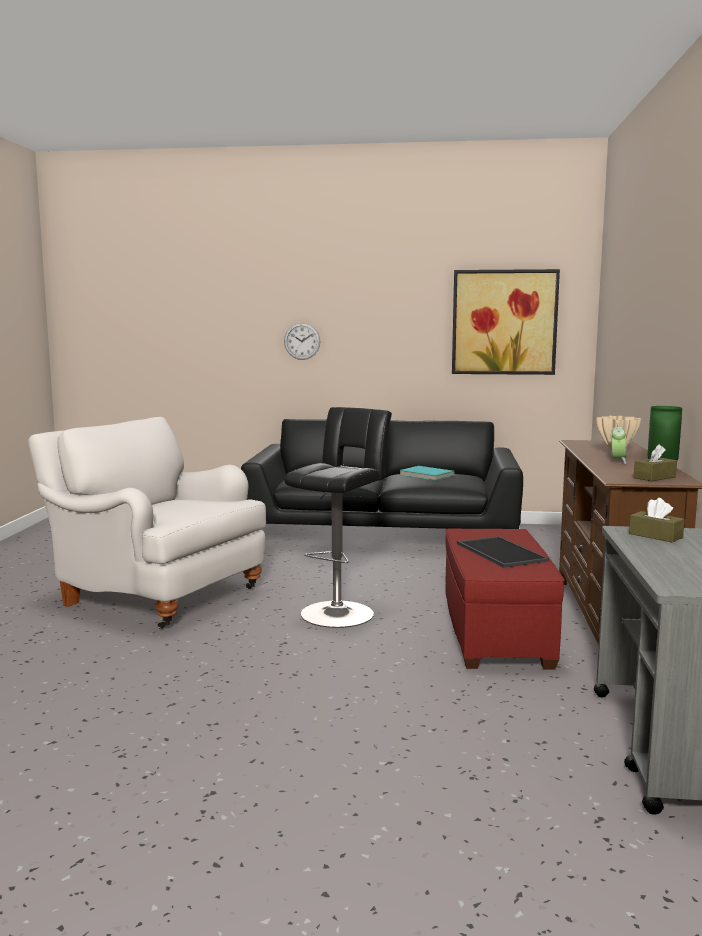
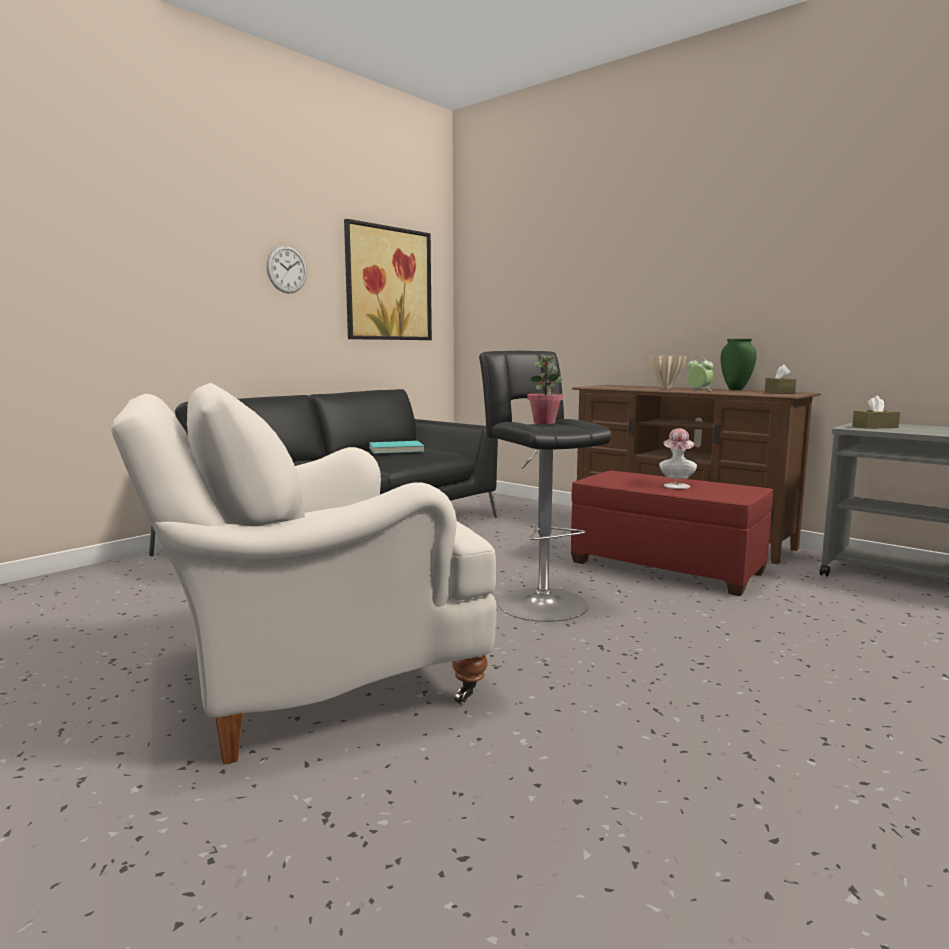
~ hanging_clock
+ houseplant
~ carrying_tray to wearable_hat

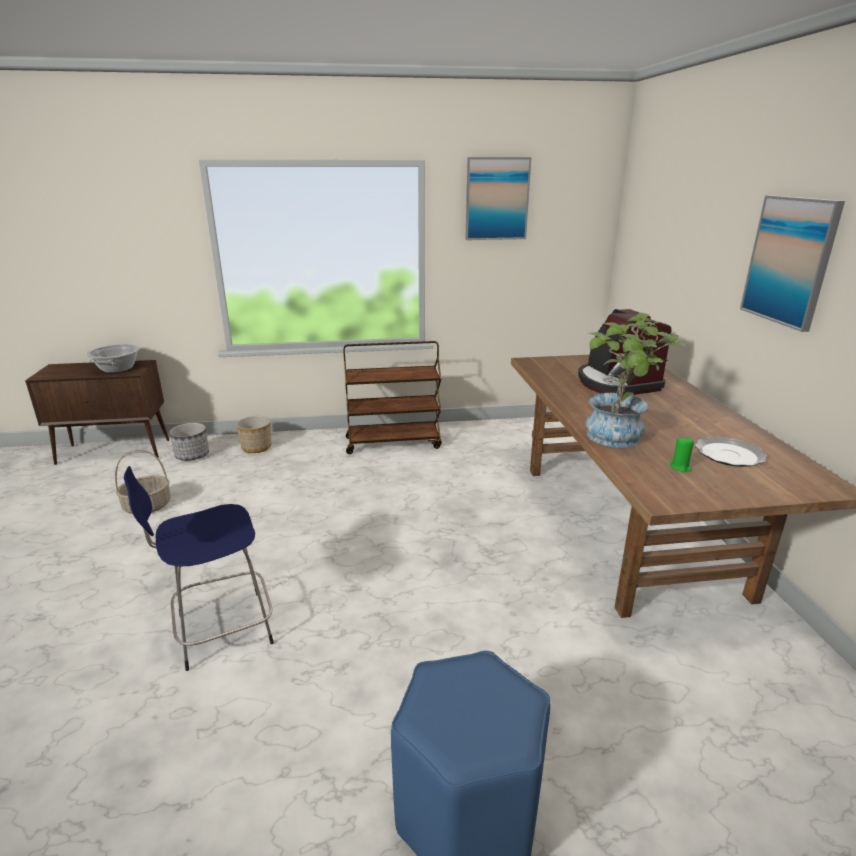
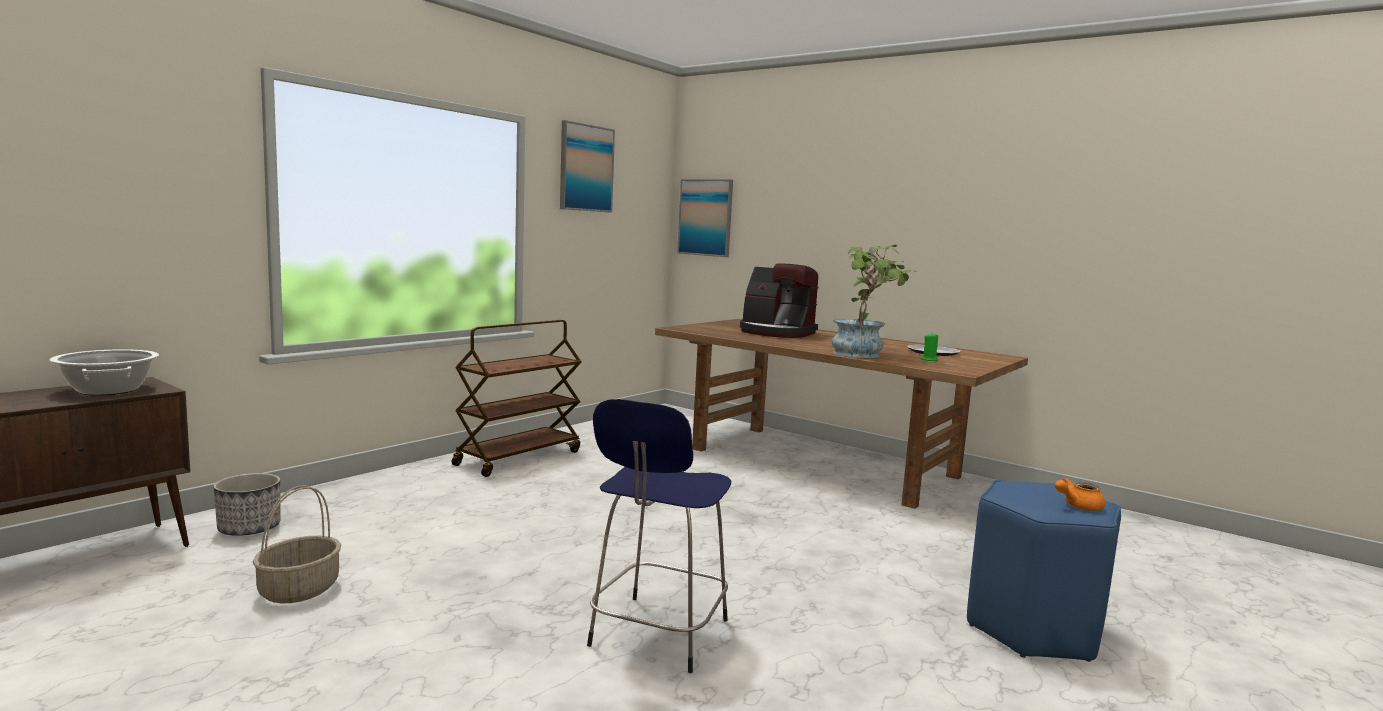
~ wall_picture (2nd from left)
+ orange_teapot
- flower_pot (2nd from left)

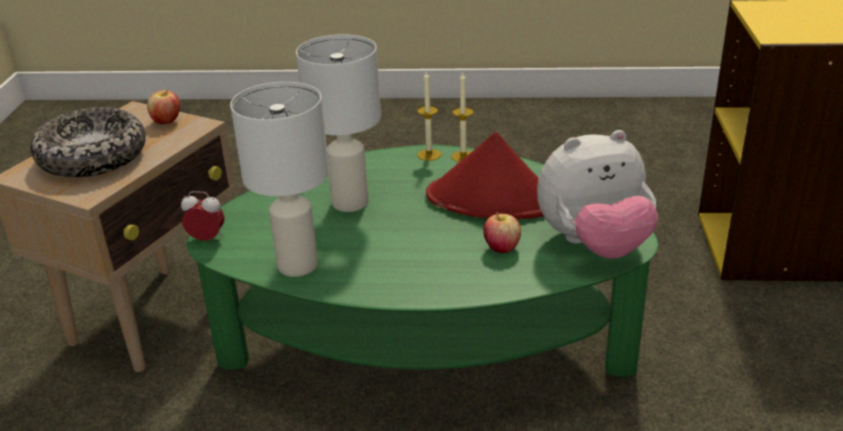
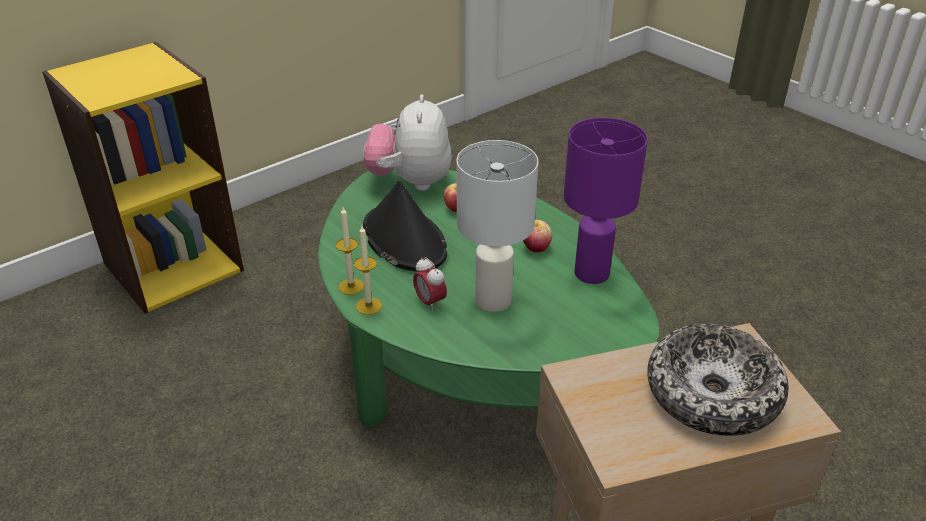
~ cuddly_toy 120 degrees counterclockwise
~ red-coloured_wearable_hat to black_wearable_hat
~ table_clock
~ whole_apple (1st from left in the first image) to whole_apple (2nd from left)
~ white-coloured_table_lamp (1st from left) to purplish_table_lamp

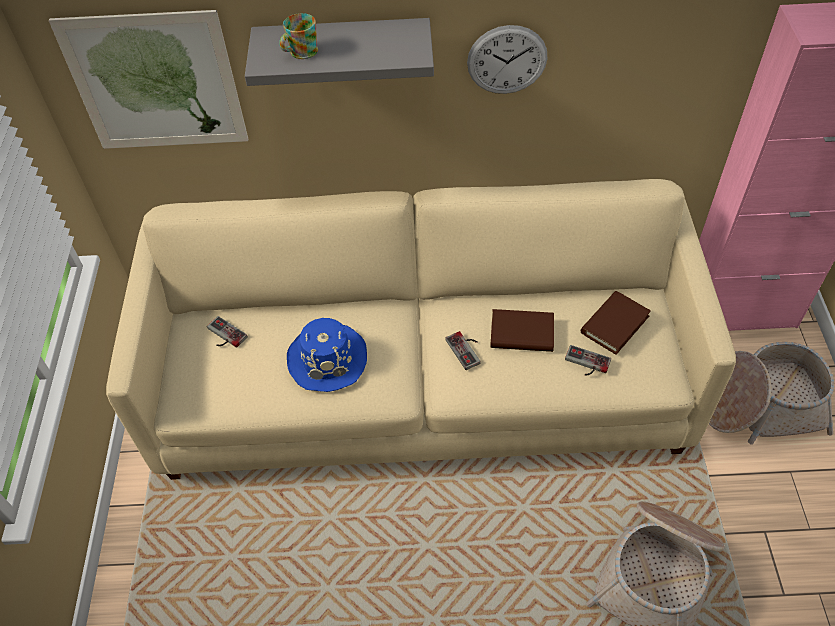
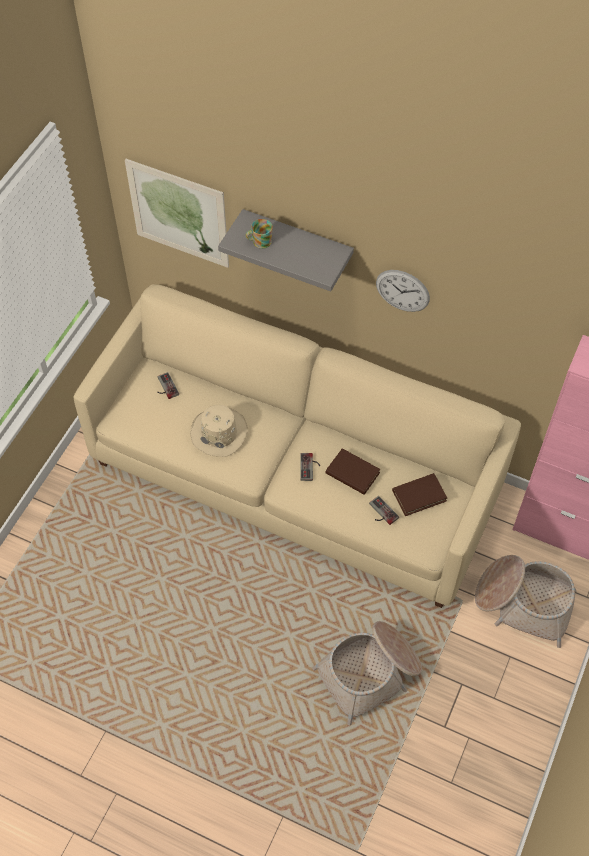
~ bluish_wearable_hat to beige-coloured_wearable_hat

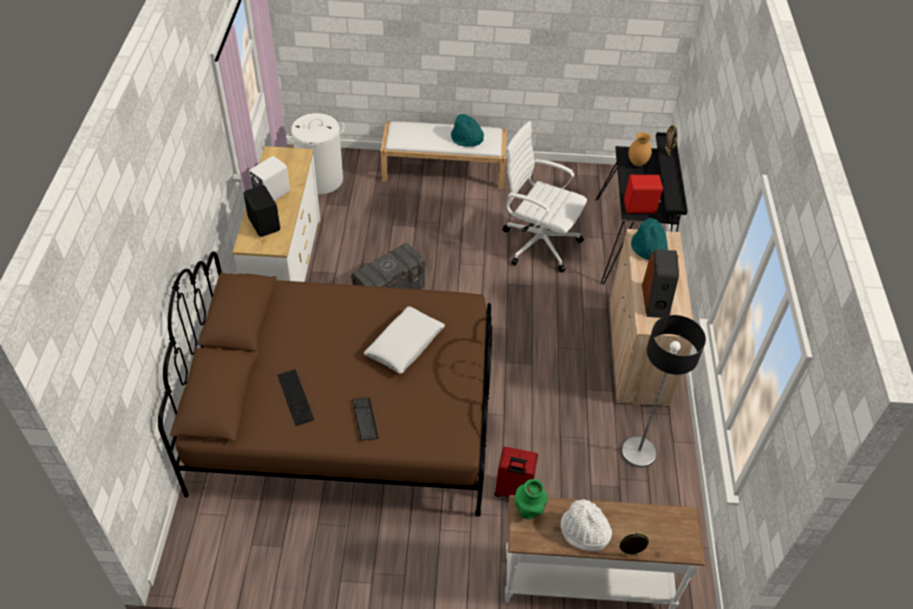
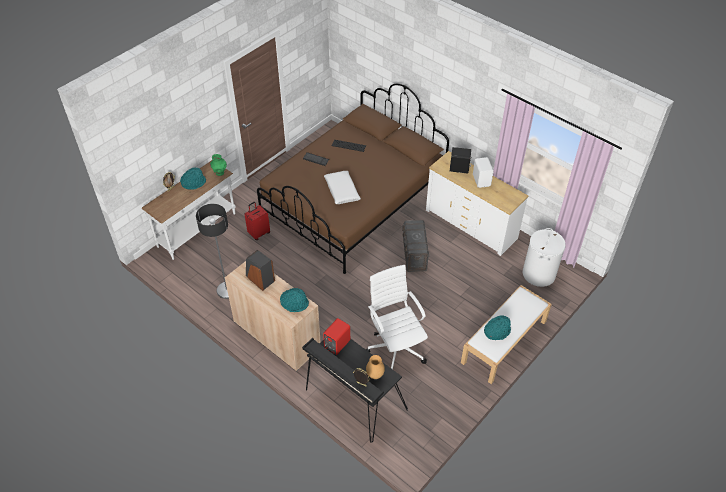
~ white-coloured_wearable_hat to turquoise_wearable_hat (1st from left)
~ white-coloured_computer_chair 90 degrees counterclockwise

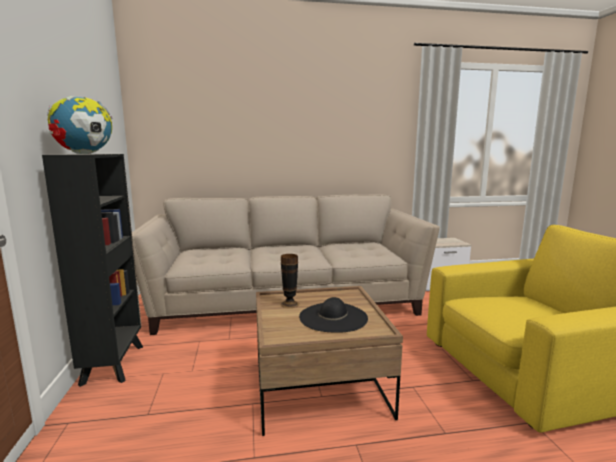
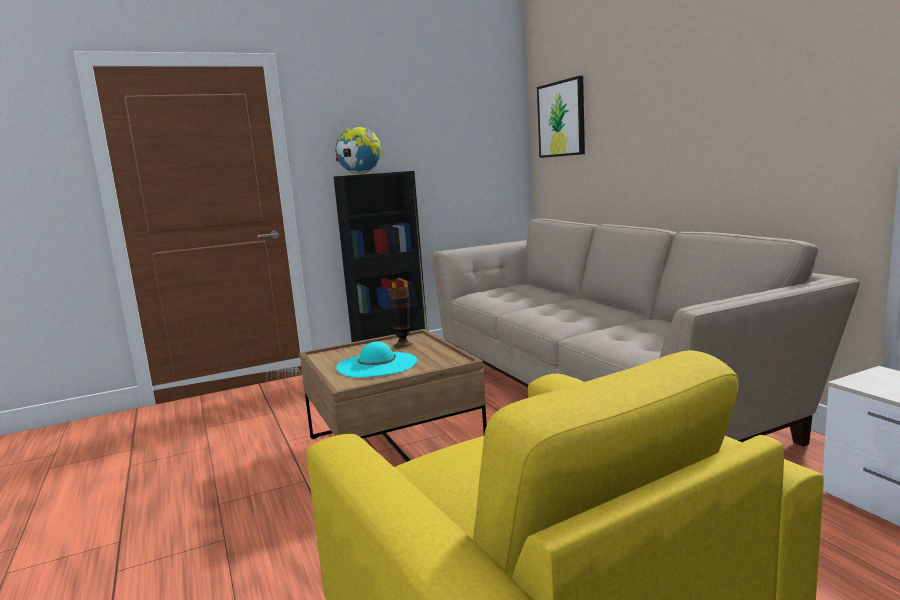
~ black_wearable_hat to turquoise_wearable_hat
+ wall_picture

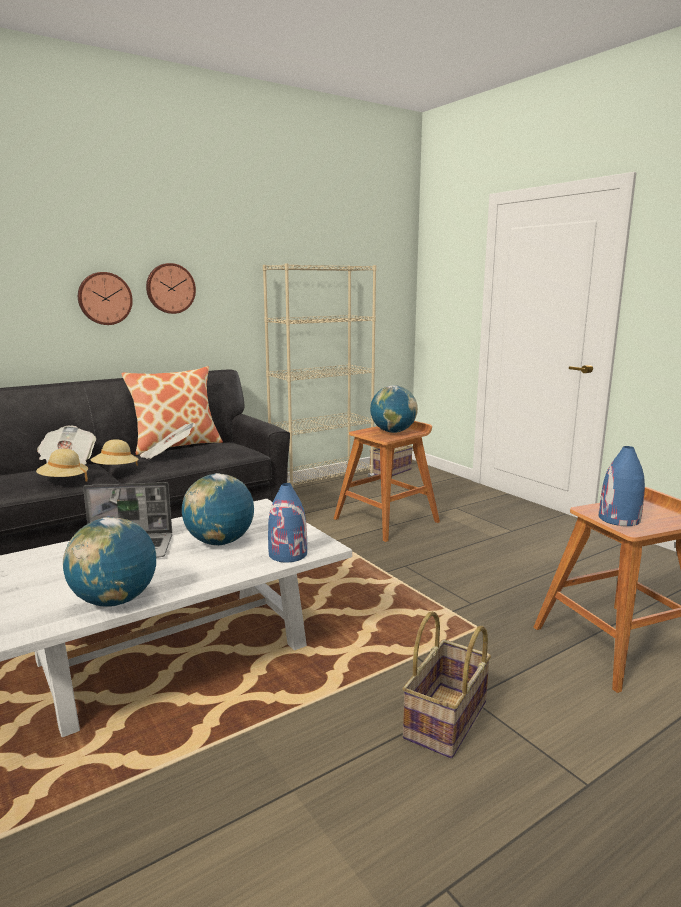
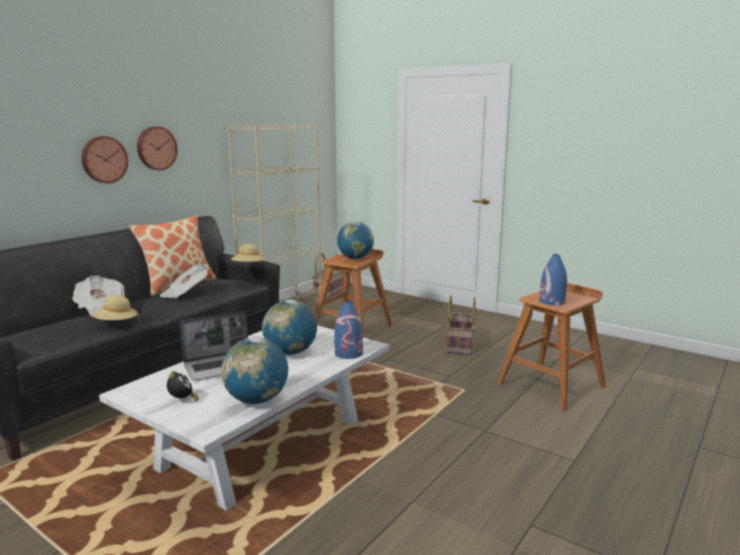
+ table_clock
~ beige-coloured_wearable_hat (2nd from left)
~ storage_basket (2nd from left)

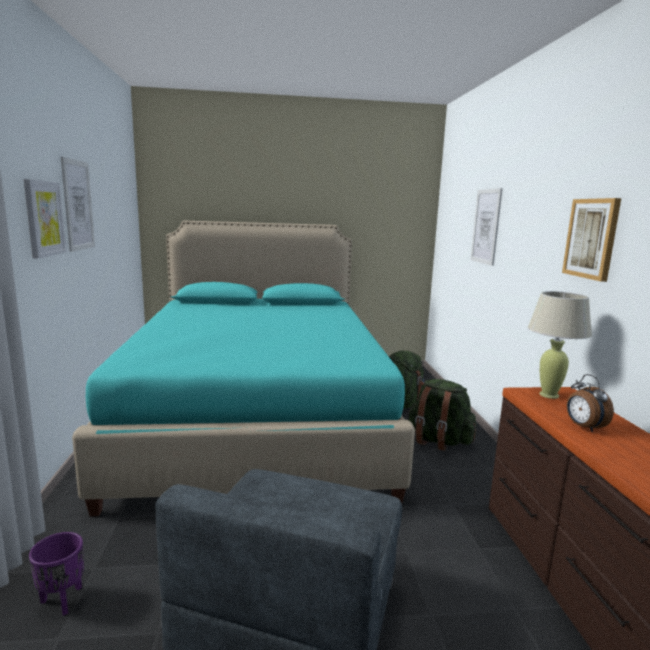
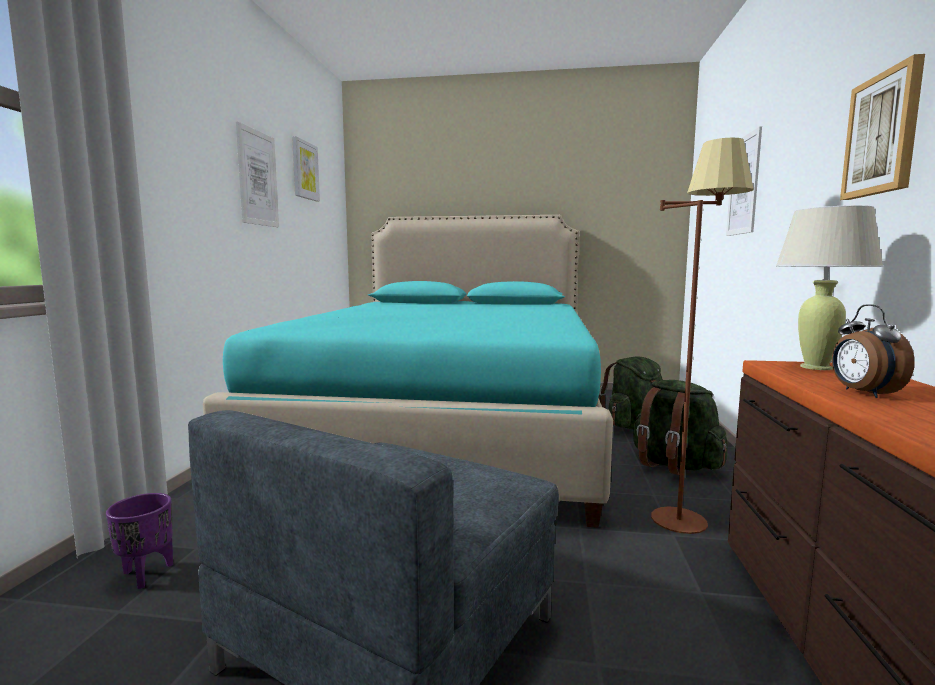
~ wall_picture (1st from left in the first image) to wall_picture (2nd from left)
+ brownish_floor_lamp

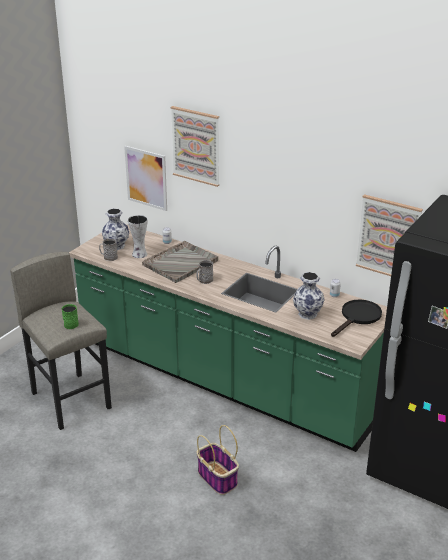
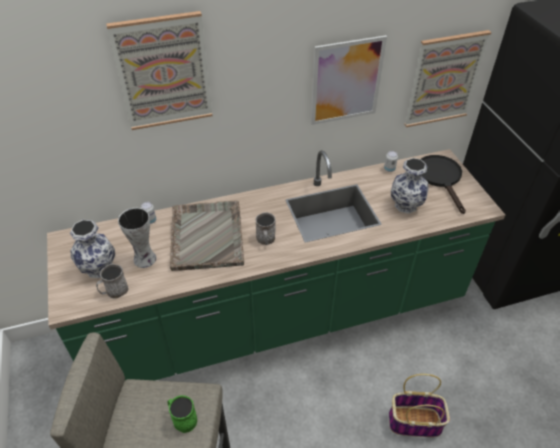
~ wall_picture (1st from left in the first image) to wall_picture (2nd from left)

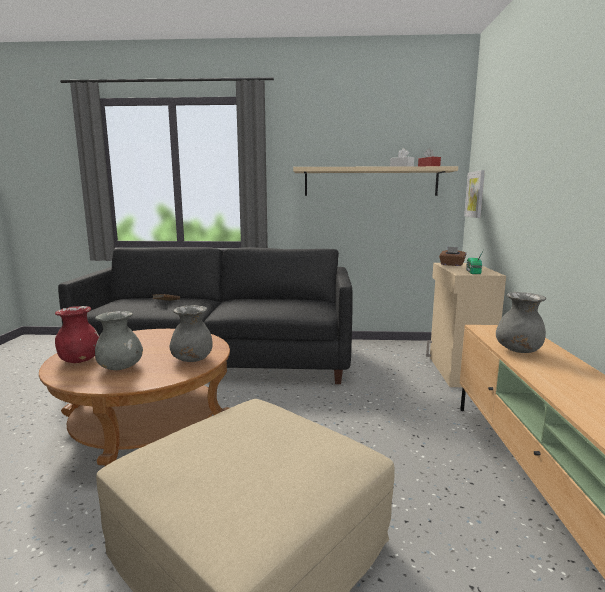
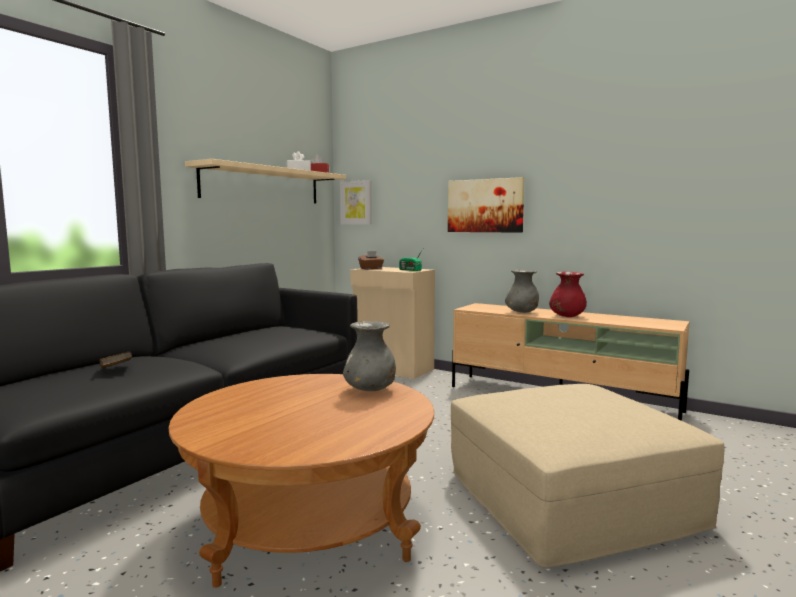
+ wall_picture (2nd from left)
~ red-coloured_vase
- gray_vase (1st from left)

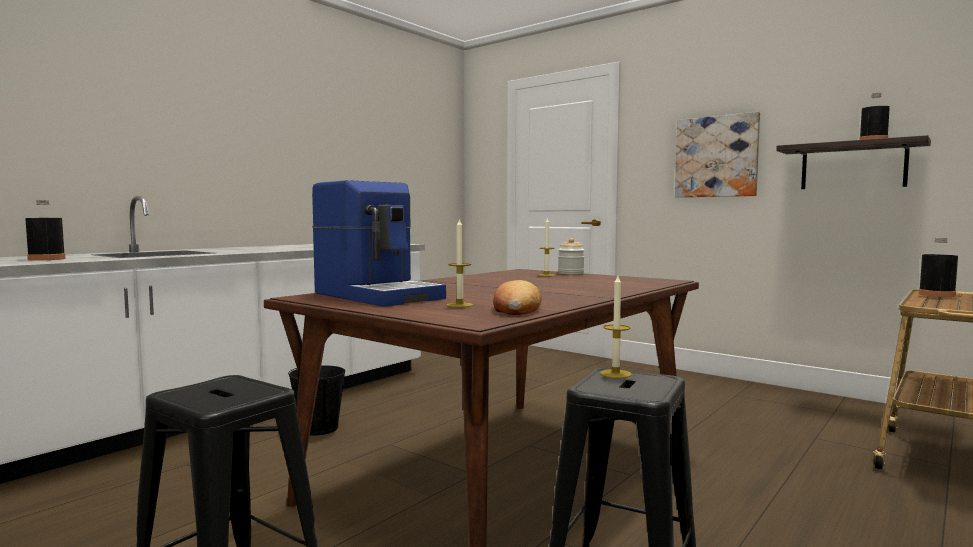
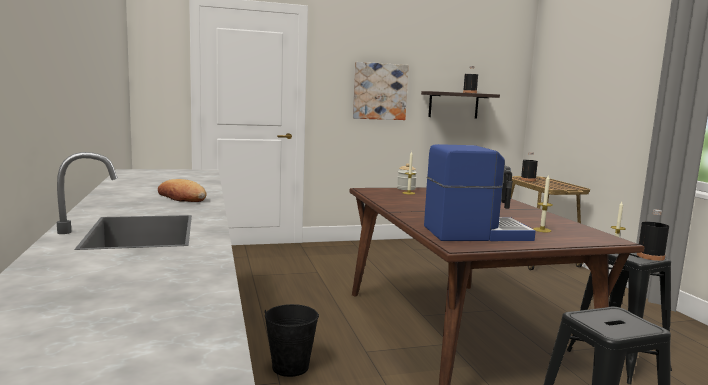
~ bakery_bread
~ black_drink_bottle (1st from left in the first image) to black_drink_bottle (3rd from left)

